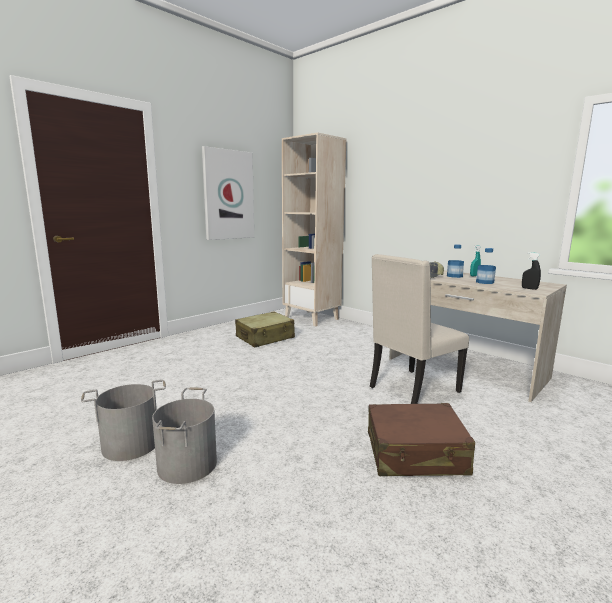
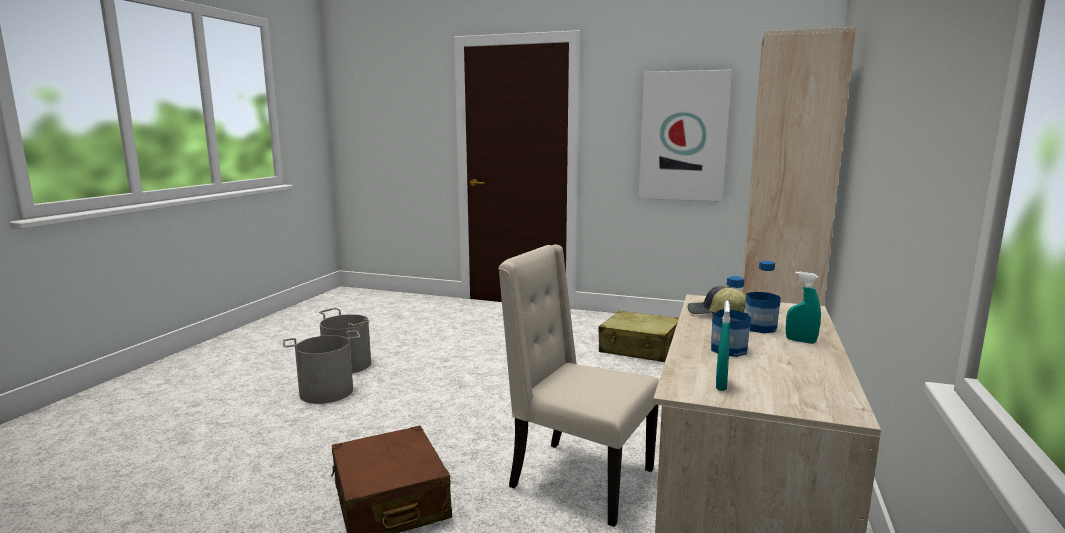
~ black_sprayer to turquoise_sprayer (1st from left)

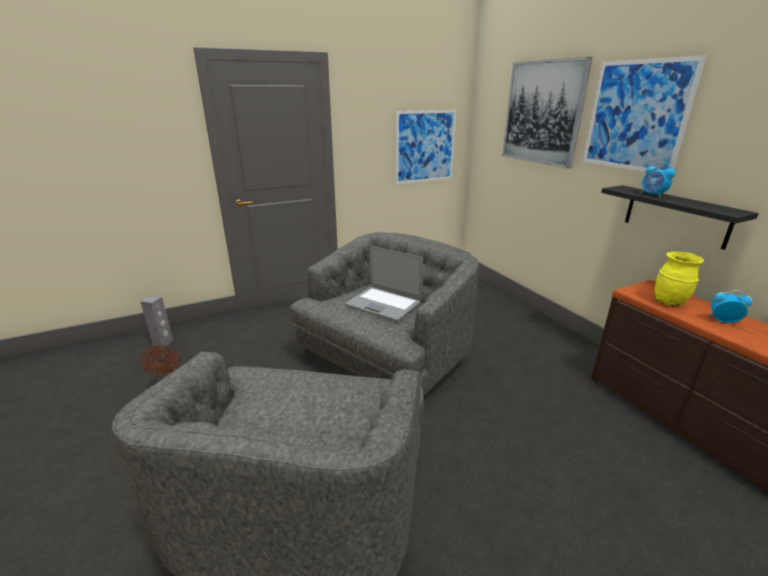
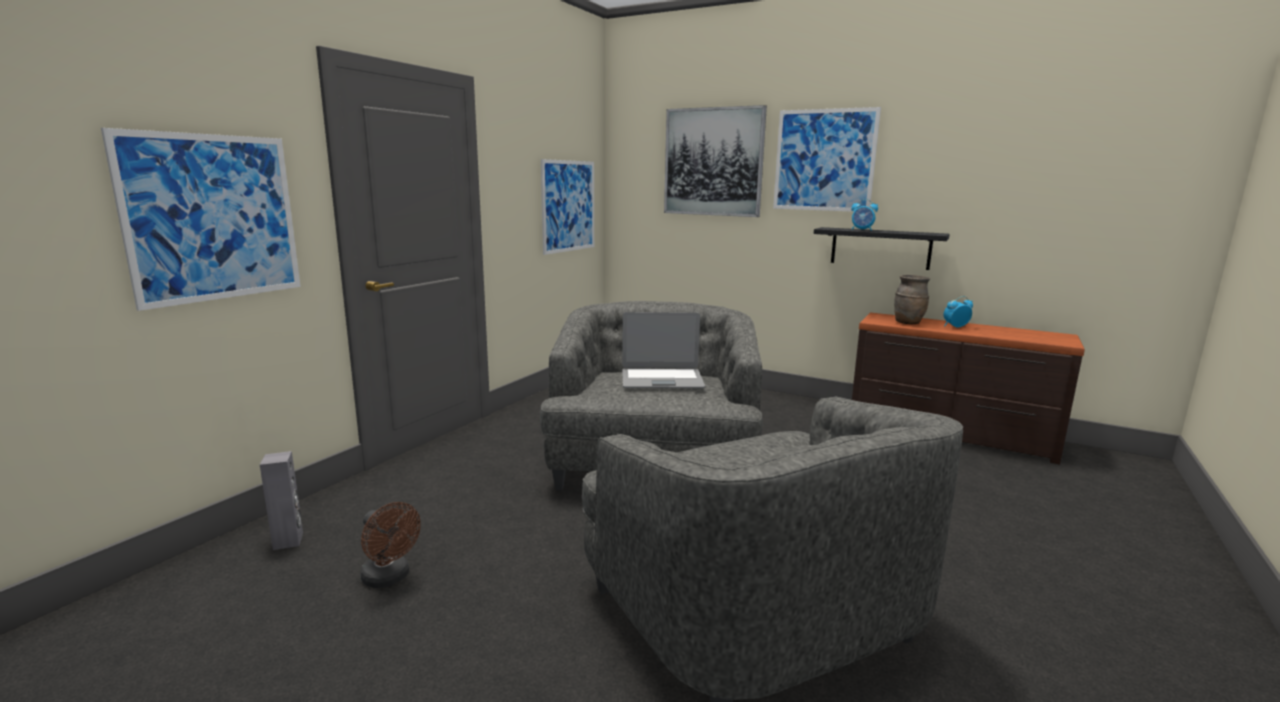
+ wall_picture (1st from left)
~ yellow-coloured_vase to brownish_vase

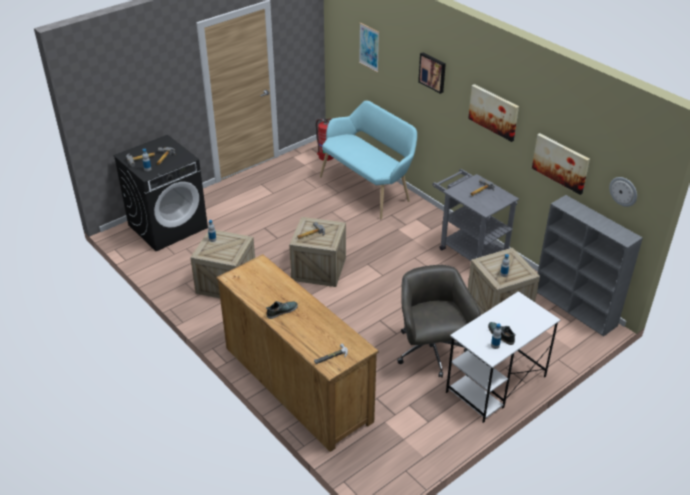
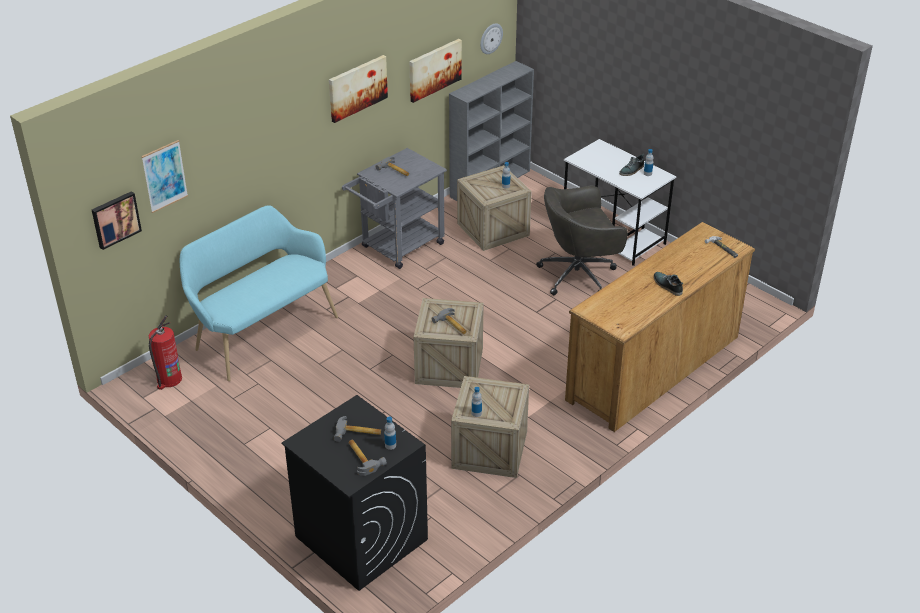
~ wall_picture (2nd from left in the first image) to wall_picture (1st from left)

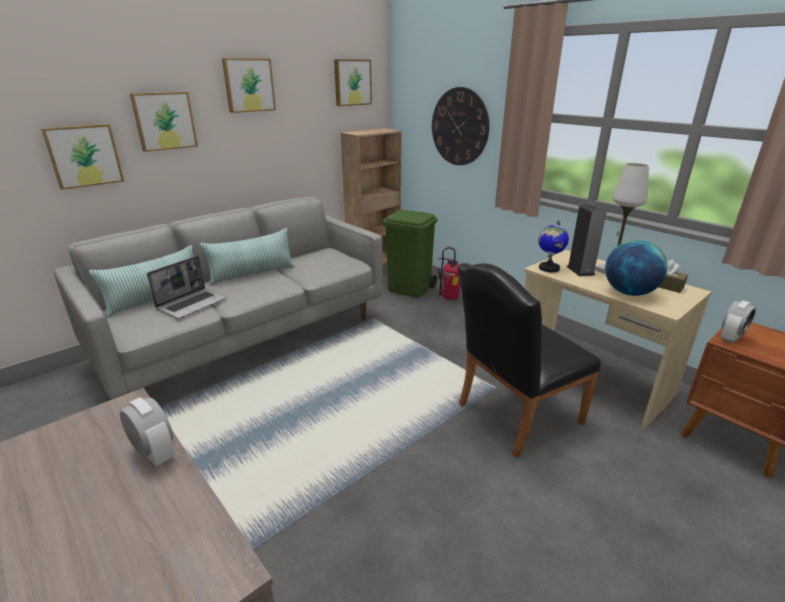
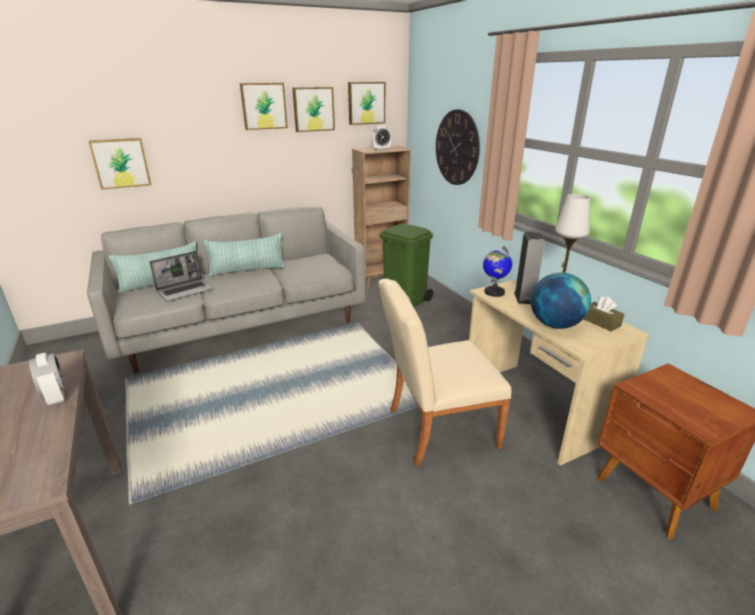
~ wall_picture (2nd from left in the first image) to wall_picture (3rd from left)
~ table_clock (2nd from left)
~ black_upright_chair to beige-coloured_upright_chair
- extinguisher

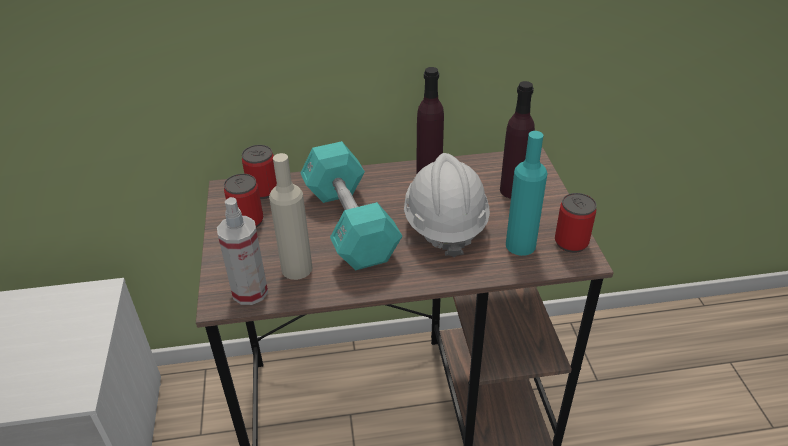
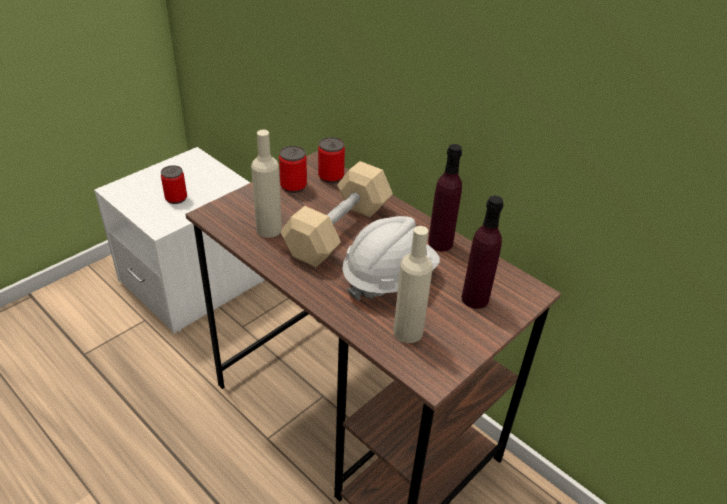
~ metal_can (3rd from left in the first image) to metal_can (1st from left)
~ turquoise_hand_weight to beige-coloured_hand_weight
~ turquoise_drink_bottle to beige-coloured_drink_bottle (2nd from left)
- sprayer

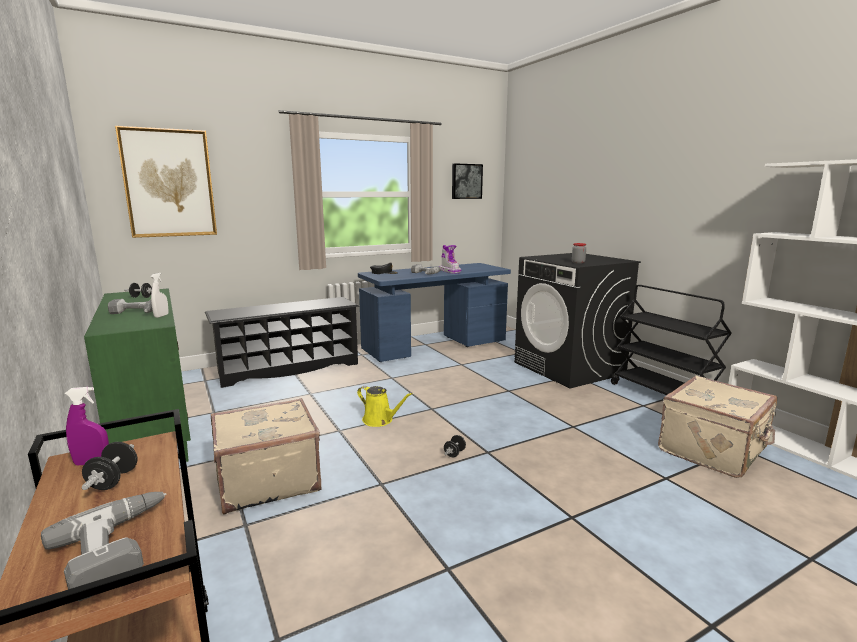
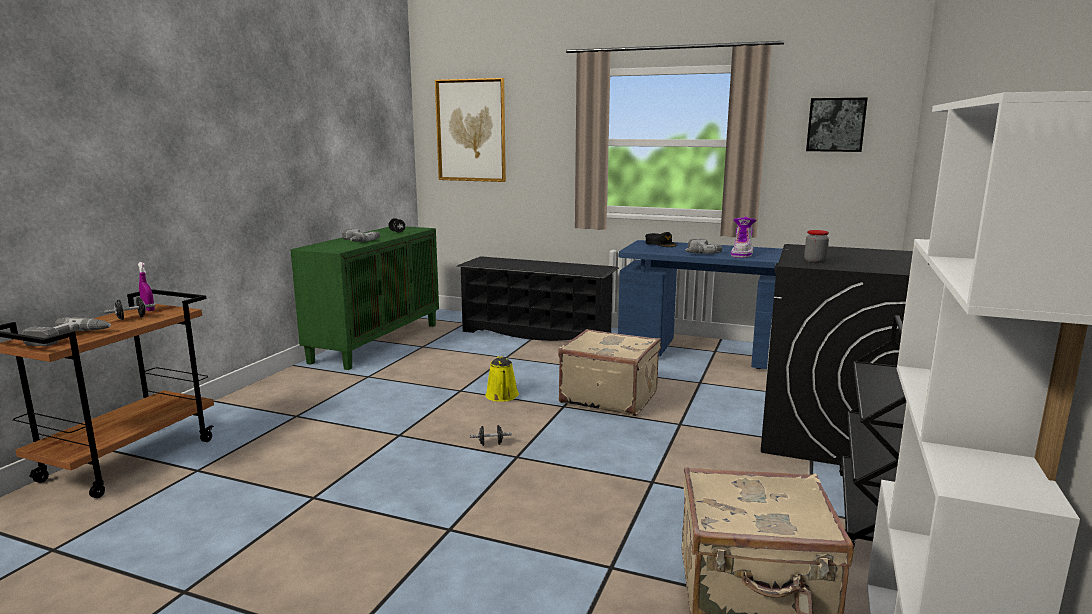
~ beige-coloured_piece_of_luggage (1st from left)
- white-coloured_sprayer

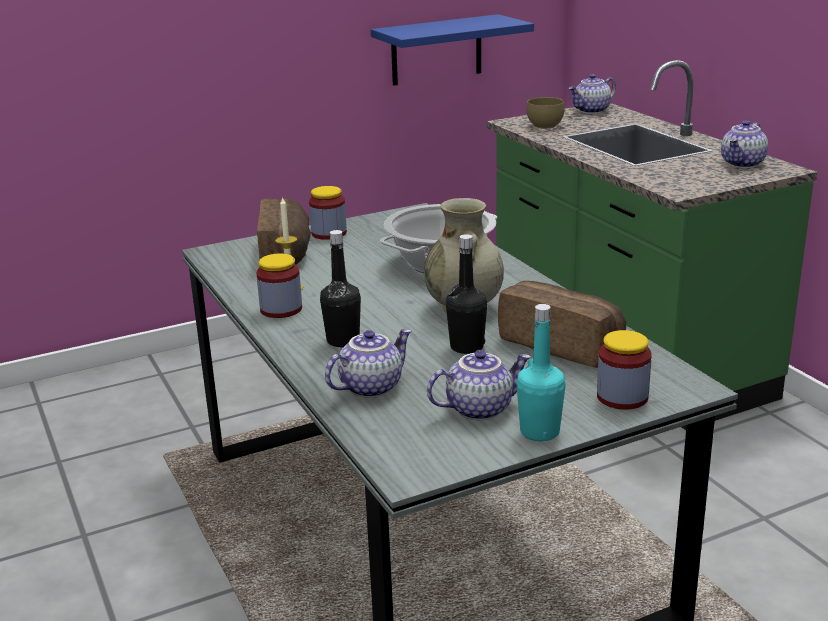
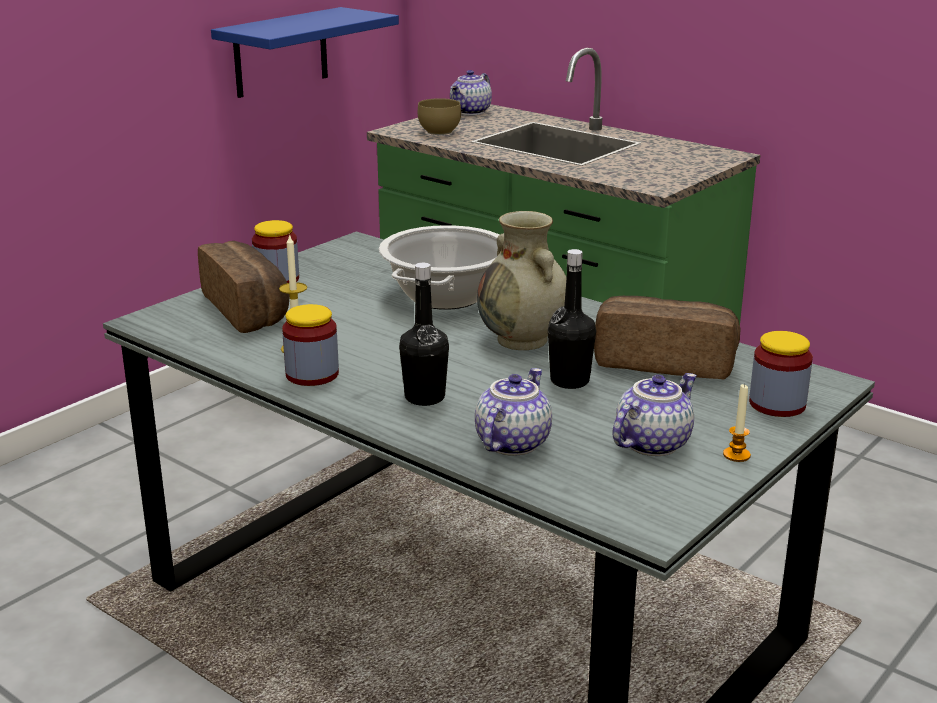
~ turquoise_drink_bottle to wax_light (2nd from left)
- teapot (4th from left)

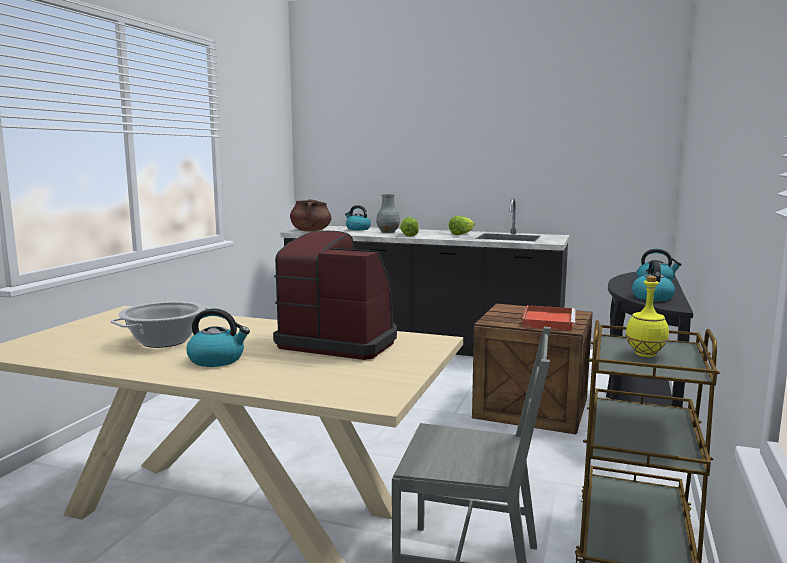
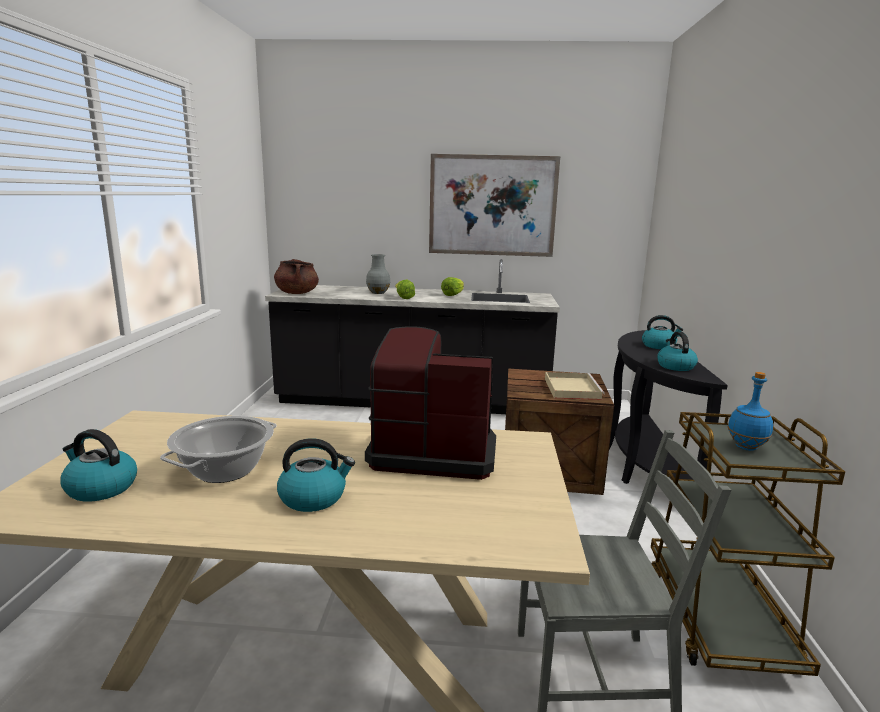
~ tea_kettle (2nd from left in the first image) to tea_kettle (1st from left)
+ wall_picture
~ red-coloured_carrying_tray to beige-coloured_carrying_tray
~ yellow-coloured_drink_bottle to bluish_drink_bottle

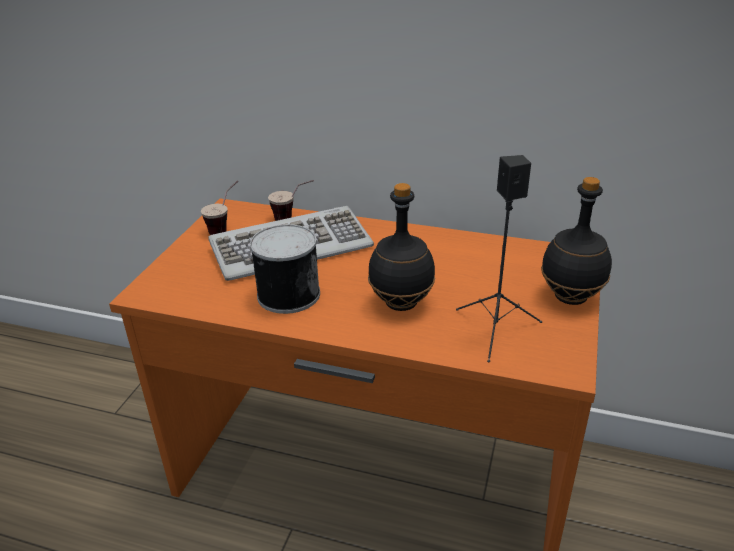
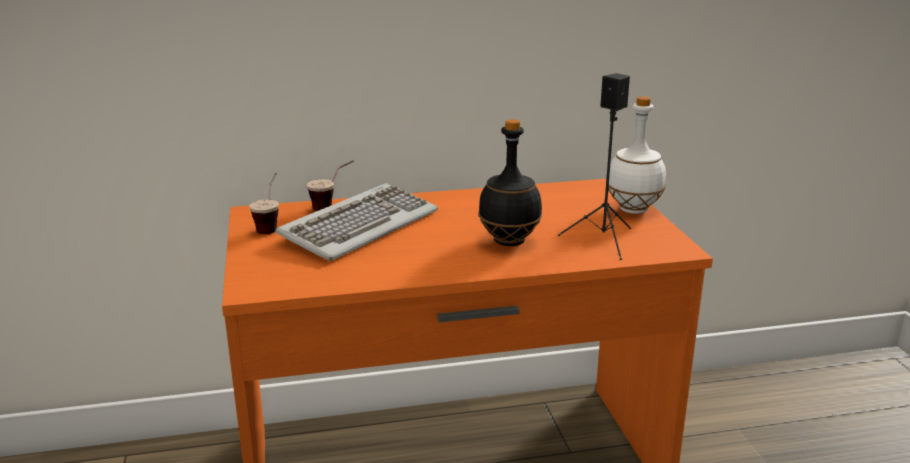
~ black_drink_bottle (2nd from left) to white-coloured_drink_bottle
- metal_can

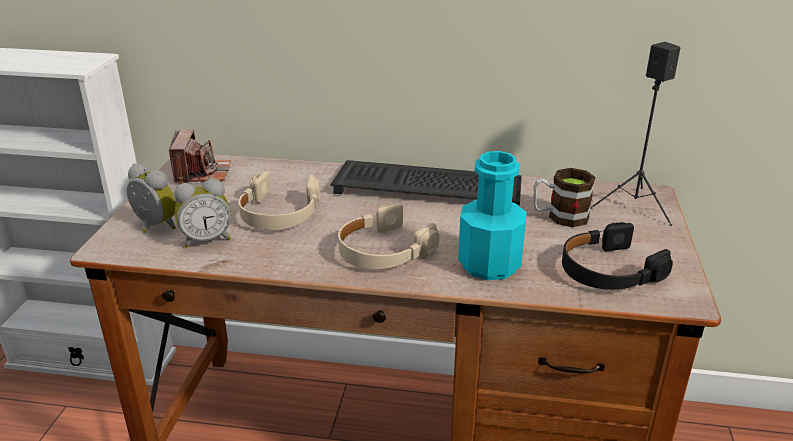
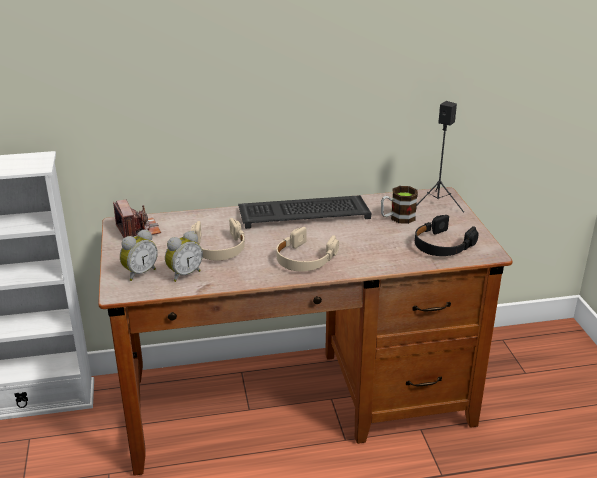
~ table_clock (1st from left) 120 degrees clockwise
- turquoise_drink_bottle

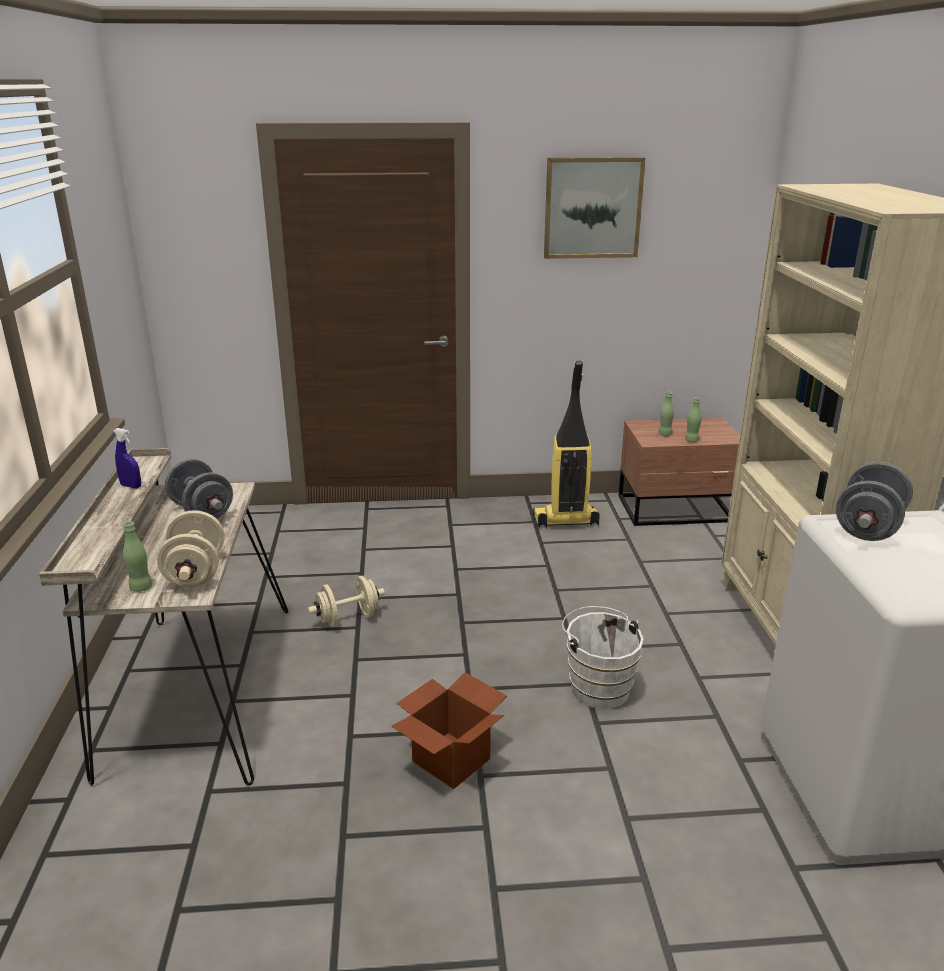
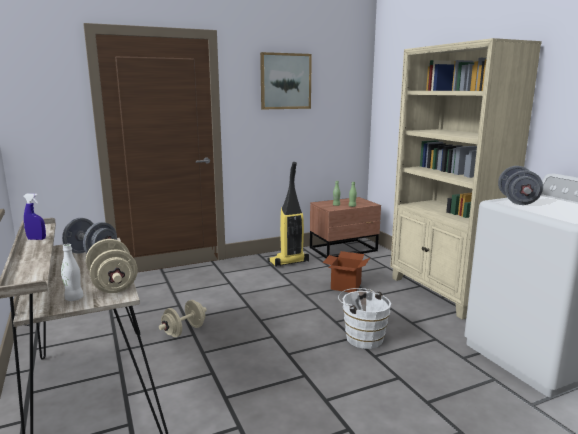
~ greenish_drink_bottle (1st from left) to white-coloured_drink_bottle
~ packing_box

